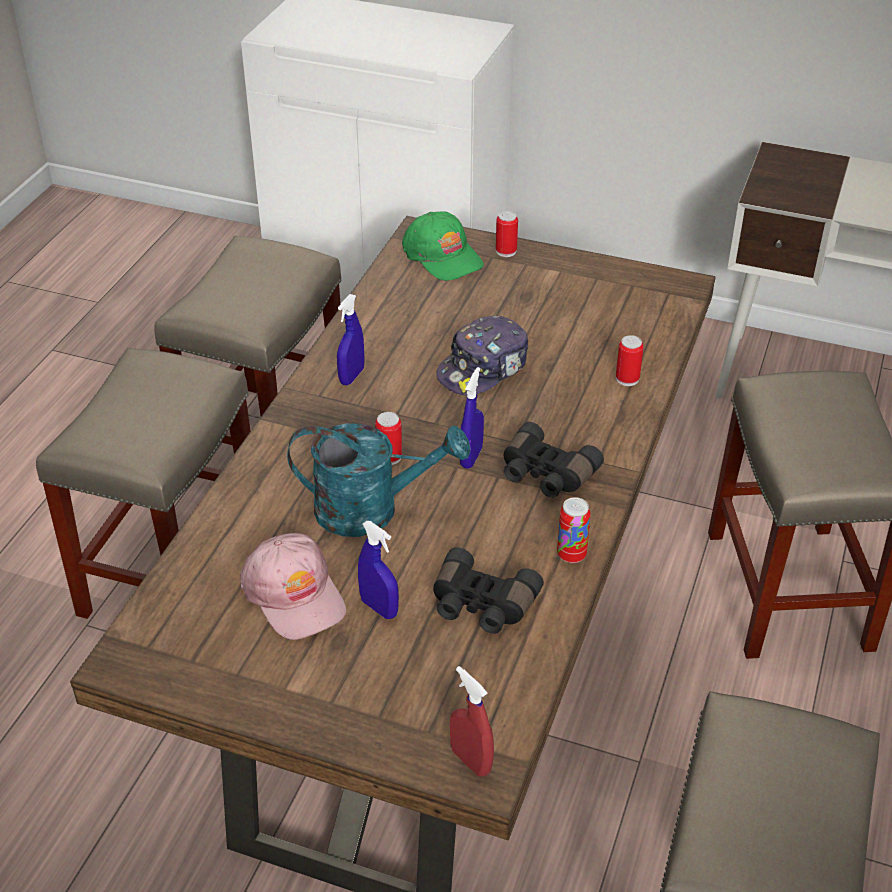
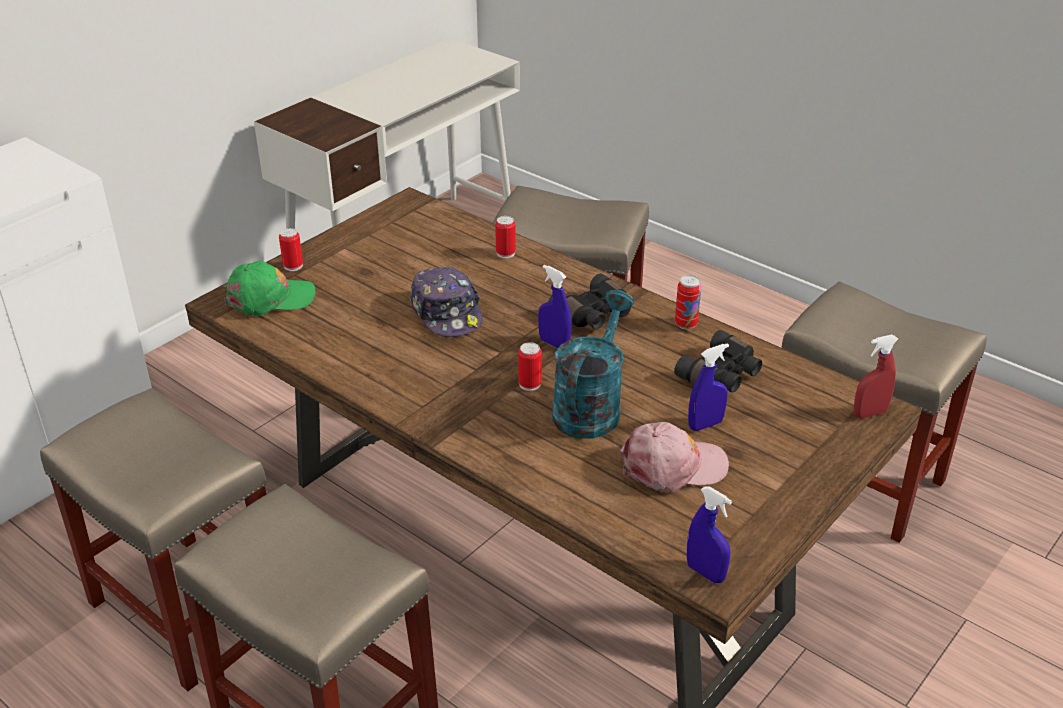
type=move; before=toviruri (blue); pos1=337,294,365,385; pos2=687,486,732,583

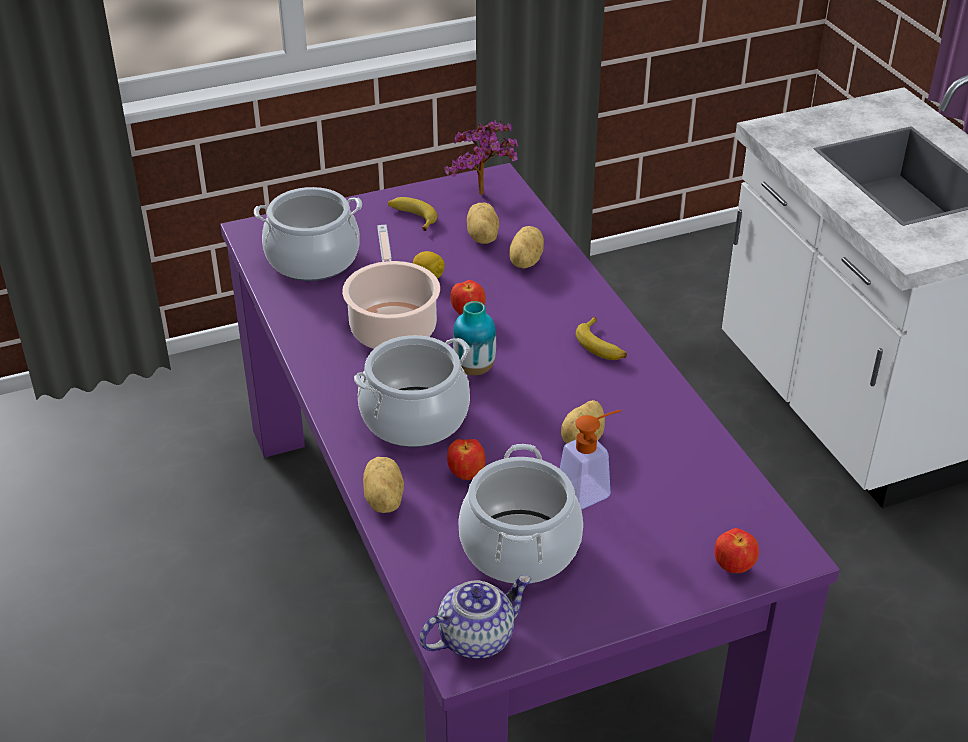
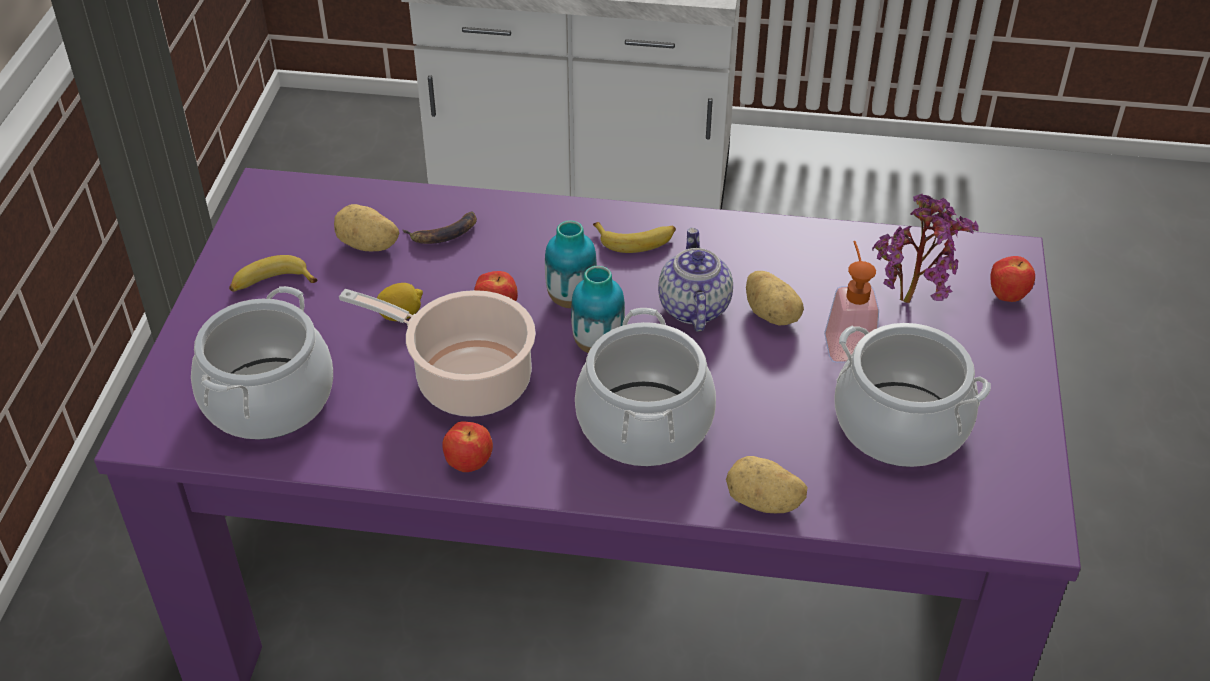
type=insert; after=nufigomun; pos2=545,221,597,308
type=move; before=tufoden; pos1=419,575,532,659; pos2=658,228,733,332
type=move; before=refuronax; pos1=444,120,519,195; pos2=872,194,979,303
type=move; before=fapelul; pos1=447,439,486,480; pos2=442,422,493,472
type=replace; before=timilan; after=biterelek; pos1=509,226,544,269; pos2=402,211,477,244

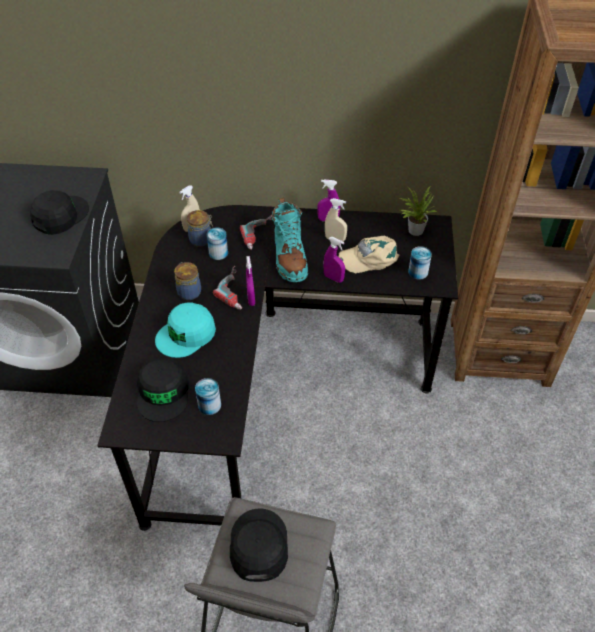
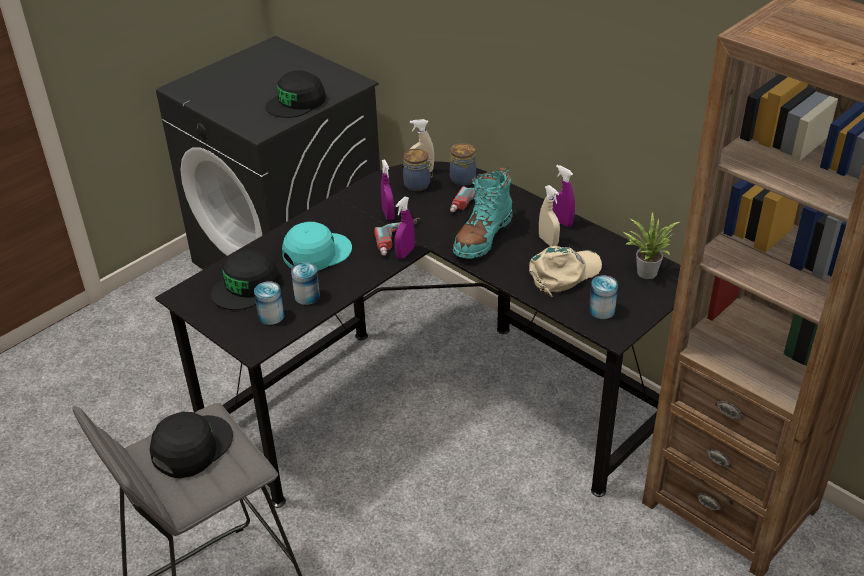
type=move; before=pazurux; pos1=174,262,201,300; pos2=450,143,476,186
type=move; before=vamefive; pos1=207,227,228,260; pos2=291,262,320,305
type=move; before=toviruri (purple); pos1=323,237,345,283; pos2=381,159,395,220
type=rotate; before=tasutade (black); pos1=30,190,89,235; pos2=265,70,326,118; turn=150
type=rotate; before=tasutade (turquoise); pos1=155,303,216,358; pos2=282,222,352,271; turn=150
type=rotate; before=tasutade (beige); pos1=338,236,399,273; pos2=529,246,602,297; turn=120

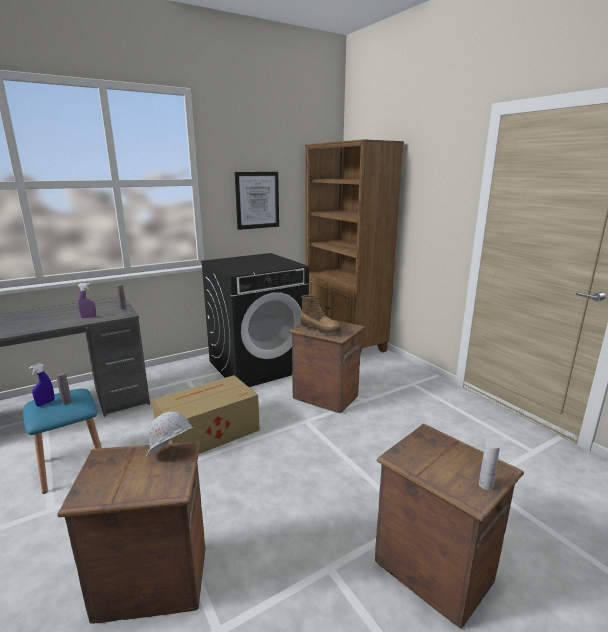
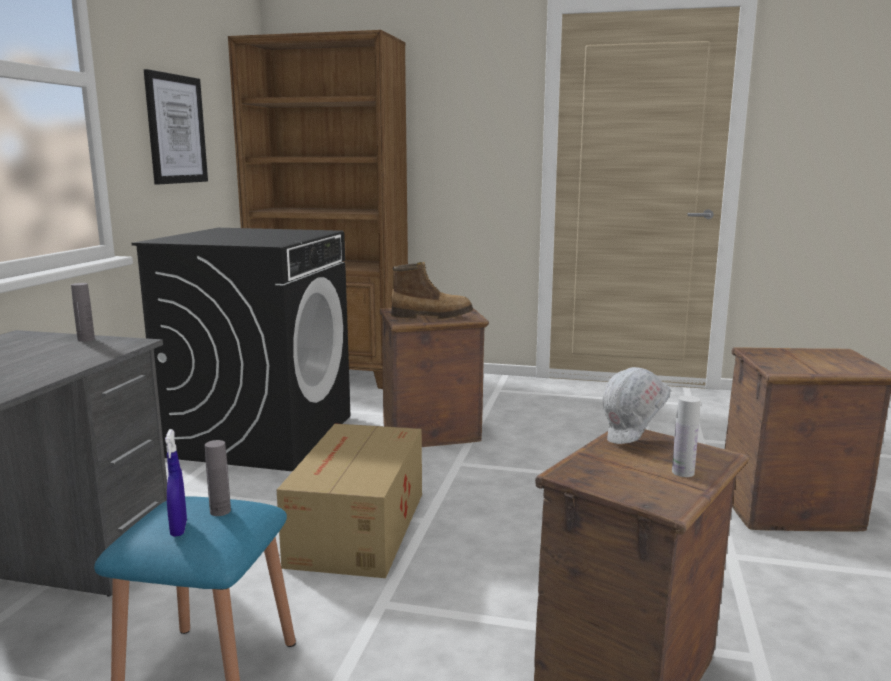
type=delete; before=toviruri (purple); pos1=77,283,96,318
type=move; before=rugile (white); pos1=479,440,500,490; pos2=672,395,701,477

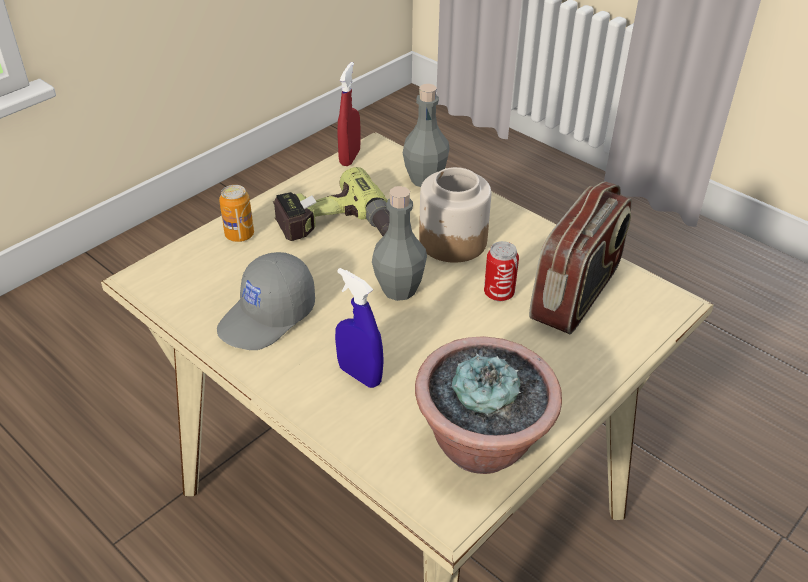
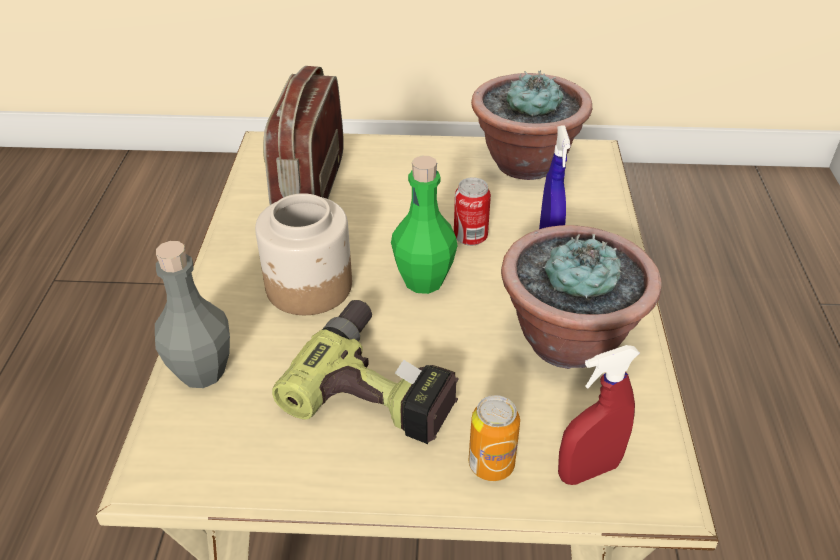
type=move; before=toviruri (red); pos1=337,62,361,166; pos2=558,345,640,485
type=move; before=vamefive; pos1=484,241,519,301; pos2=454,177,491,246
type=replace; before=tasutade (grey); after=refuronax; pos1=217,252,315,350; pos2=501,225,661,369
type=recolor; before=rugile (grey); after=rugile (green); pos1=372,186,427,301; pos2=391,156,457,294
type=rotate; before=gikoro; pos1=529,181,632,334; pos2=263,66,344,205; turn=-75

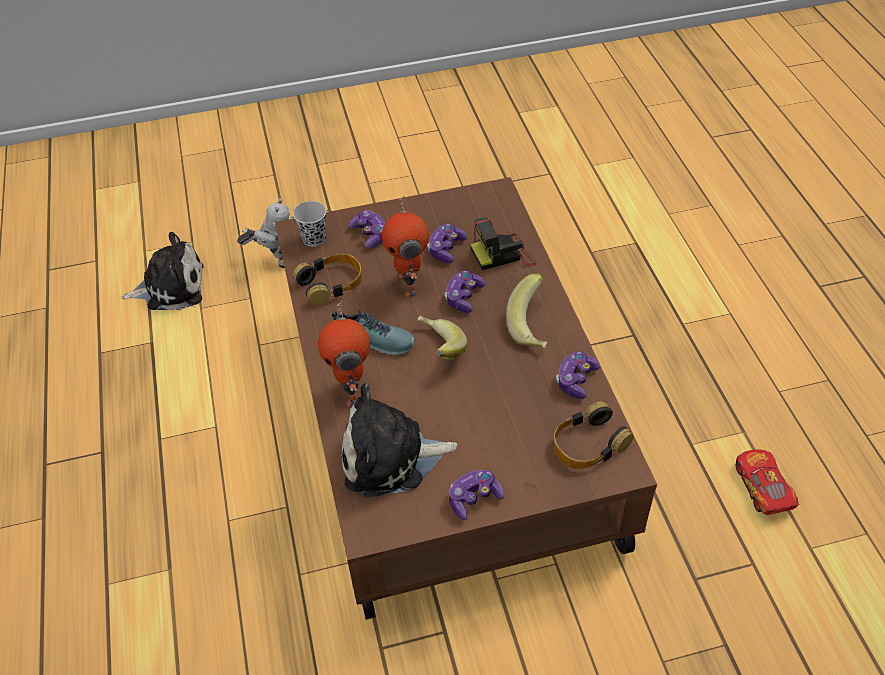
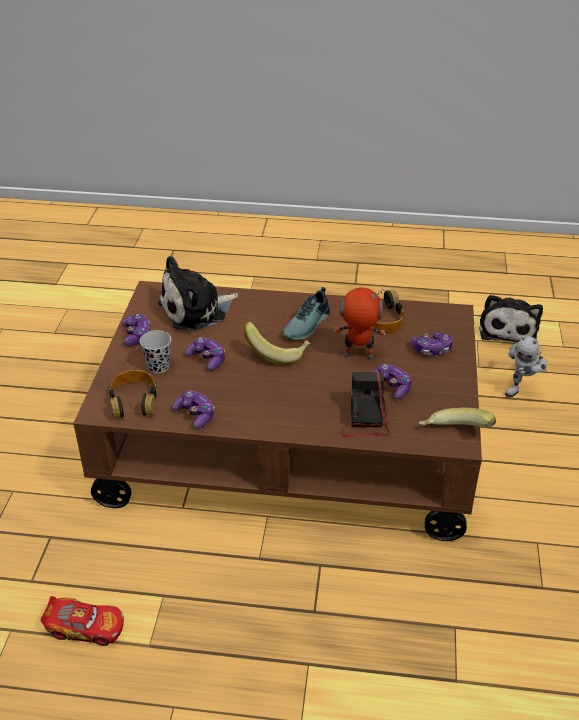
type=delete; before=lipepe; pos1=318,301,370,407
type=move; before=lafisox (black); pos1=293,201,326,247; pos2=140,330,171,374
type=move; before=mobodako; pos1=444,270,485,313; pos2=185,337,225,371
type=move; before=biterelek; pos1=506,274,547,349; pos2=419,408,496,427
type=rotate; before=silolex; pos1=342,383,457,497; pos2=158,256,238,331; turn=-135

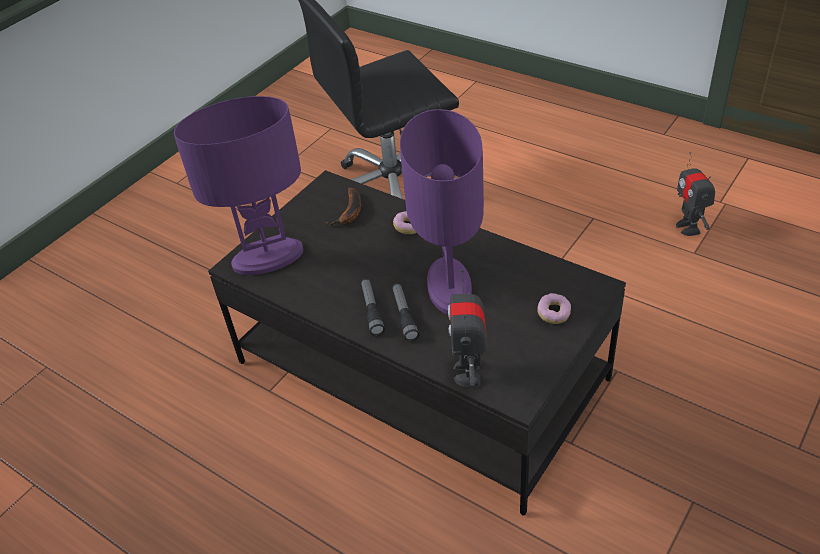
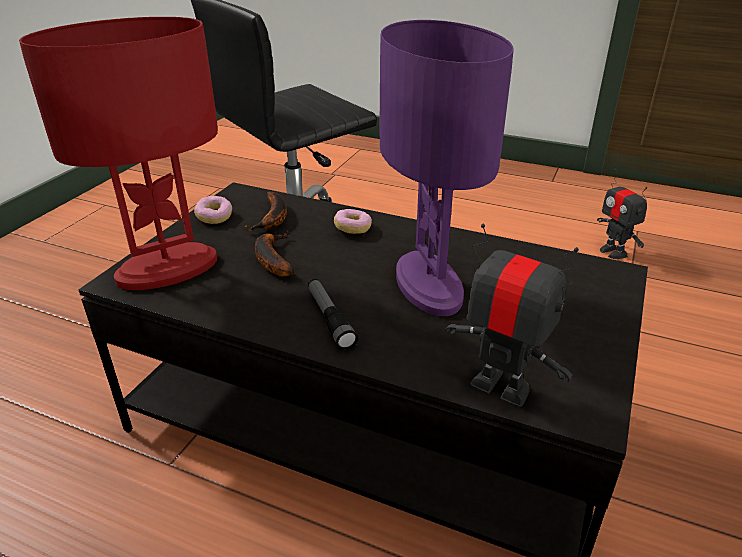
type=delete; before=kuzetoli; pos1=392,283,419,342
type=insert; after=biterelek; pos2=255,231,294,276
type=move; before=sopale; pos1=537,293,571,324; pos2=194,196,232,224
type=recolor; before=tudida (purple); after=tudida (red); pos1=174,96,303,275; pos2=19,17,218,290
type=rotate; before=lipepe; pos1=448,270,488,387; pos2=445,224,579,406; turn=135

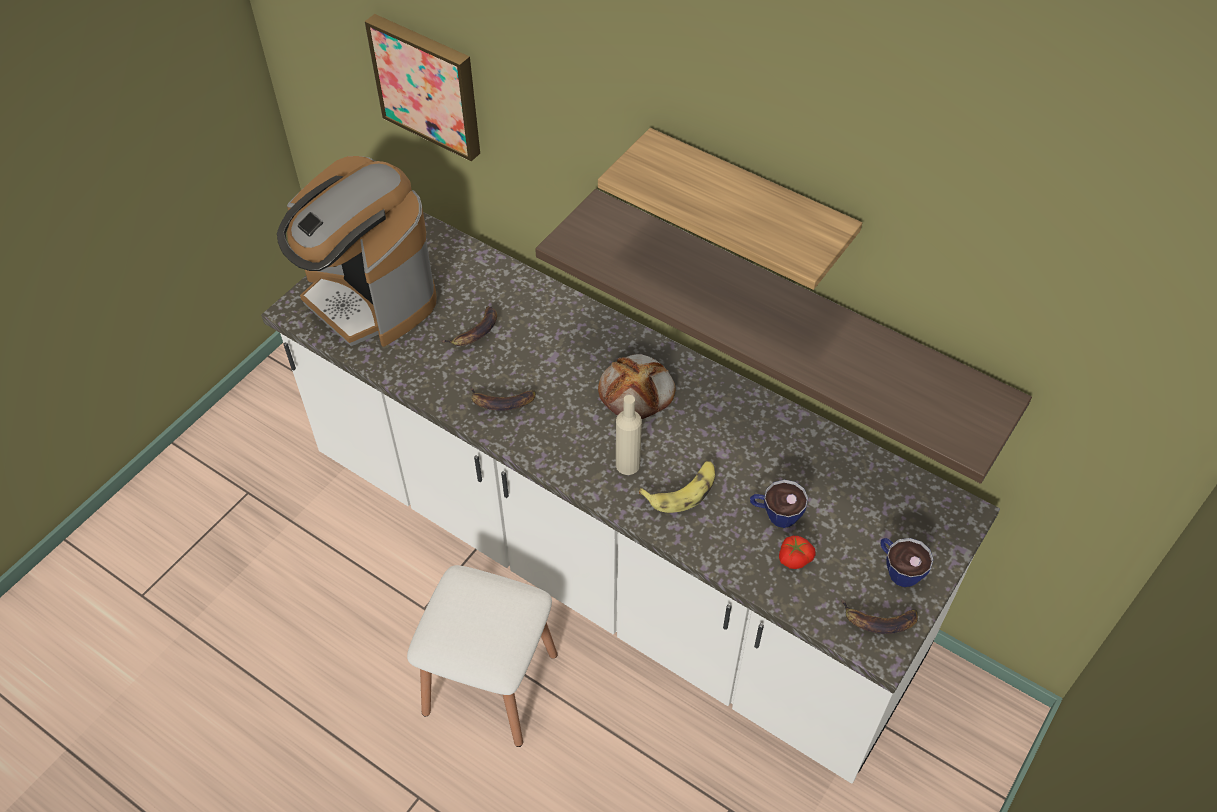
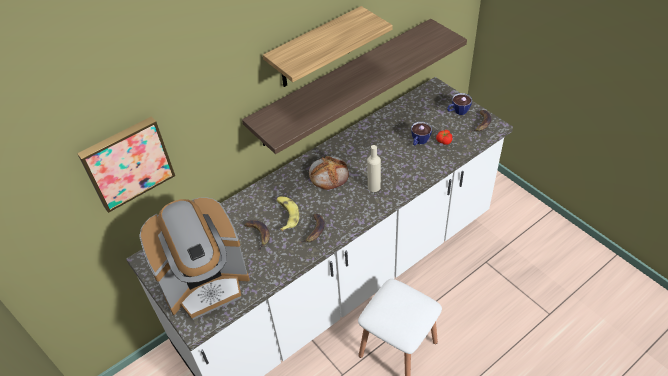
type=move; before=biterelek; pos1=639,461,715,513; pos2=276,197,299,231

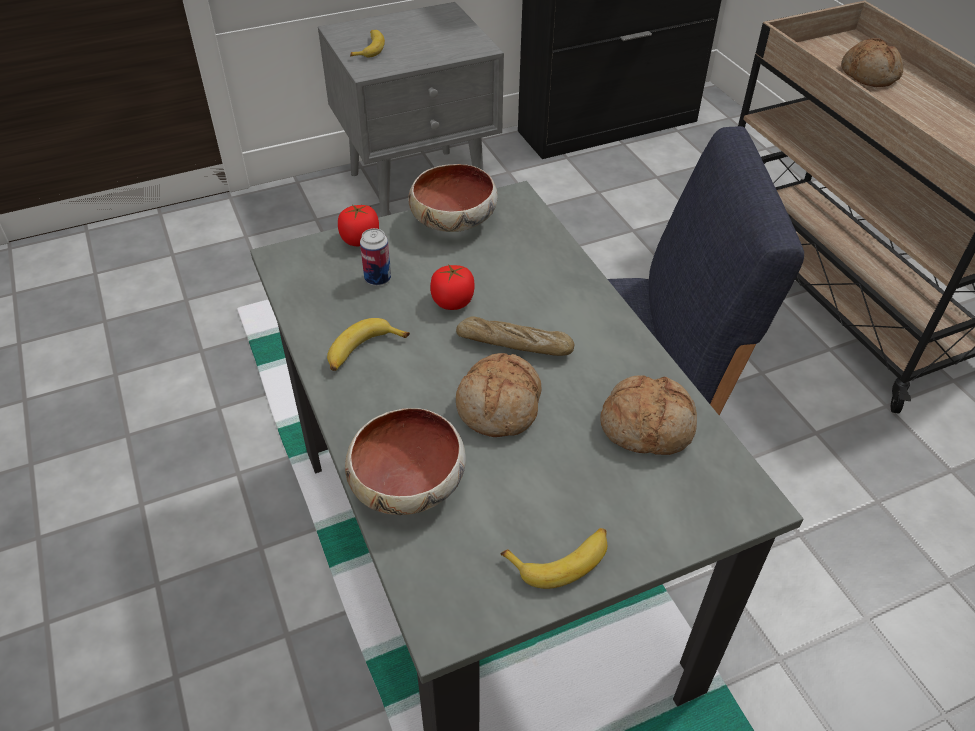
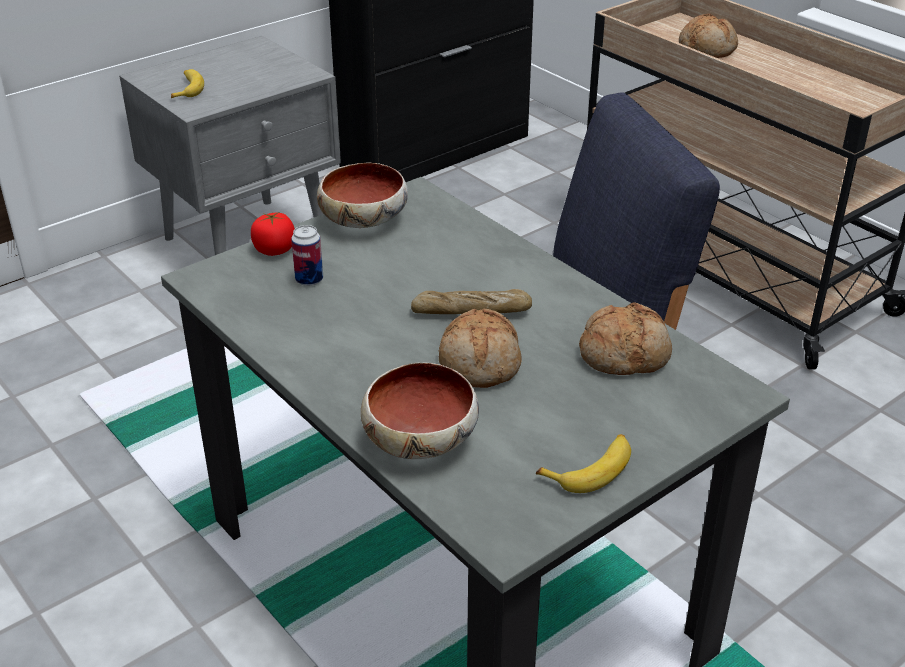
type=delete; before=biterelek; pos1=327,318,410,371
type=delete; before=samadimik; pos1=430,264,475,310

